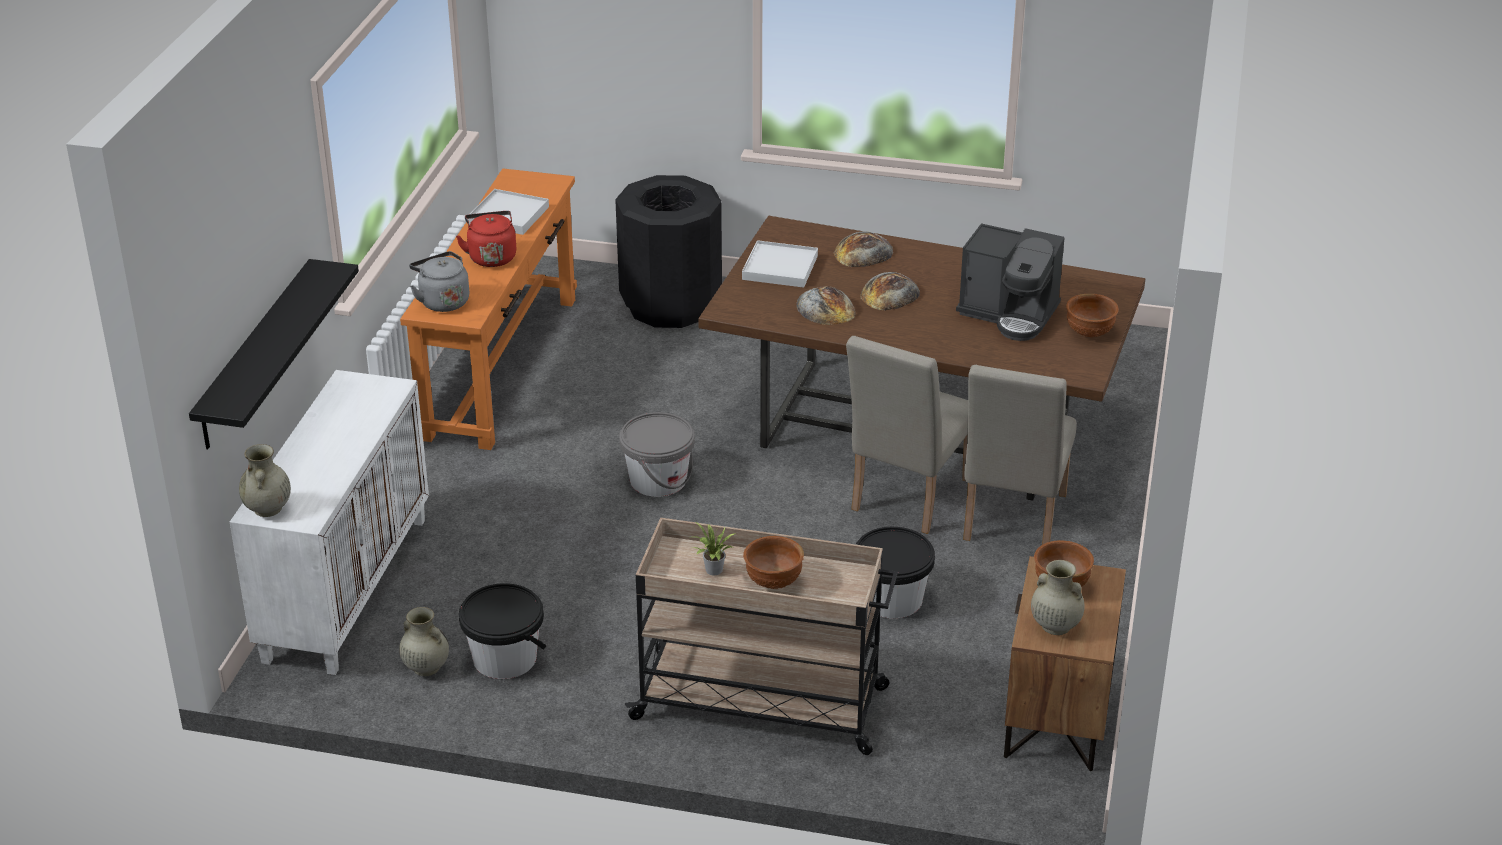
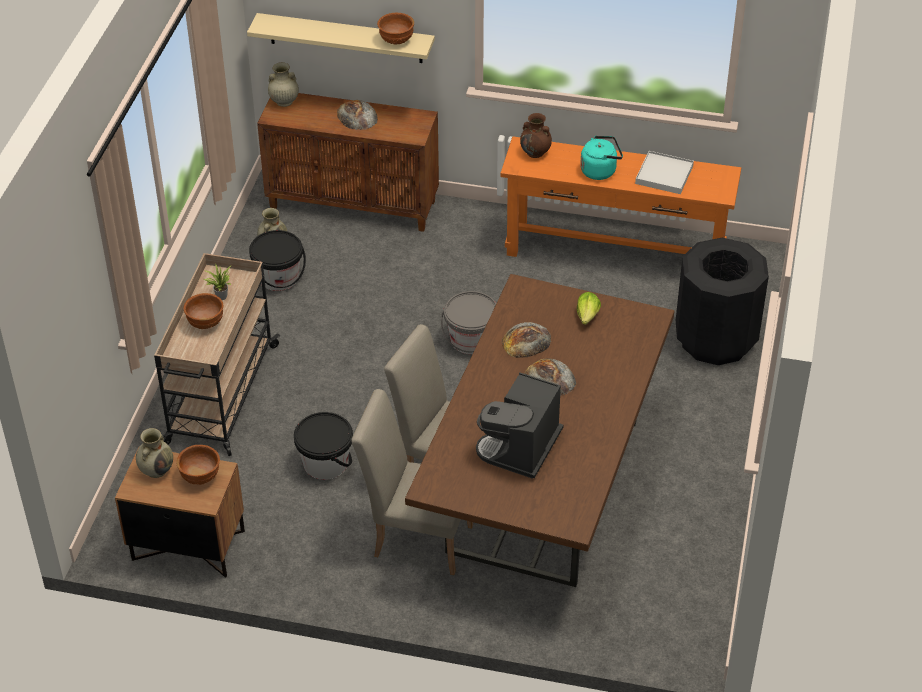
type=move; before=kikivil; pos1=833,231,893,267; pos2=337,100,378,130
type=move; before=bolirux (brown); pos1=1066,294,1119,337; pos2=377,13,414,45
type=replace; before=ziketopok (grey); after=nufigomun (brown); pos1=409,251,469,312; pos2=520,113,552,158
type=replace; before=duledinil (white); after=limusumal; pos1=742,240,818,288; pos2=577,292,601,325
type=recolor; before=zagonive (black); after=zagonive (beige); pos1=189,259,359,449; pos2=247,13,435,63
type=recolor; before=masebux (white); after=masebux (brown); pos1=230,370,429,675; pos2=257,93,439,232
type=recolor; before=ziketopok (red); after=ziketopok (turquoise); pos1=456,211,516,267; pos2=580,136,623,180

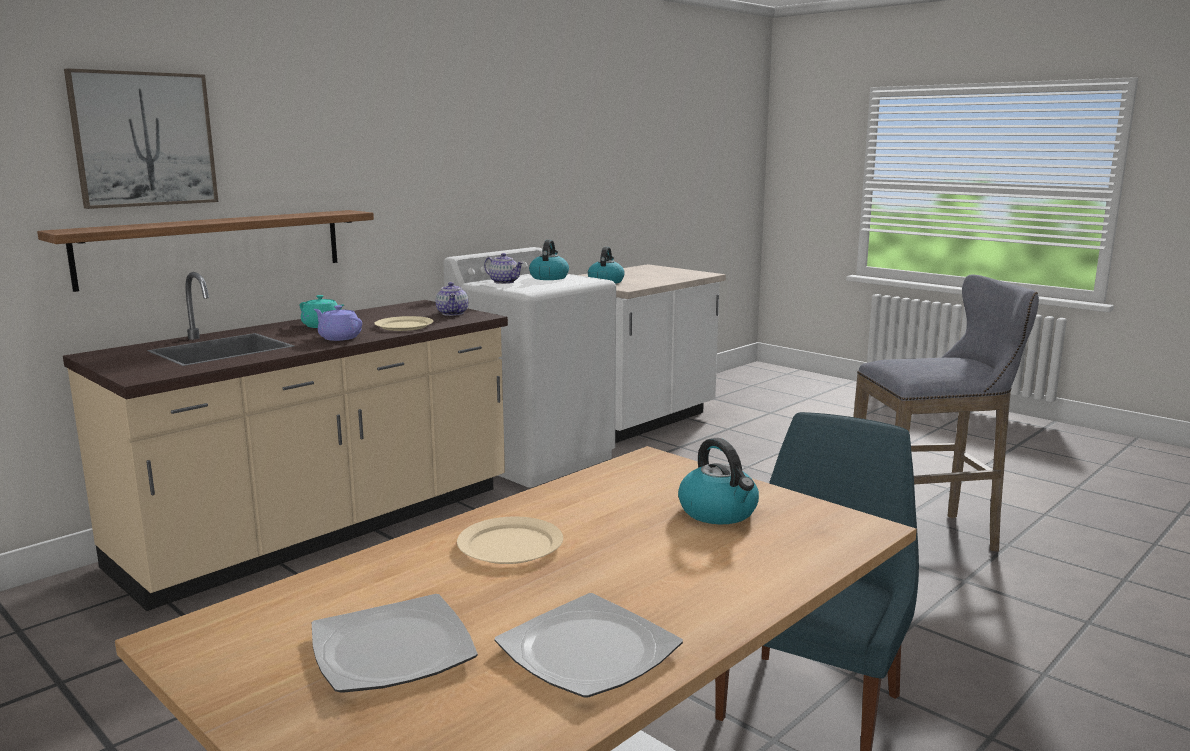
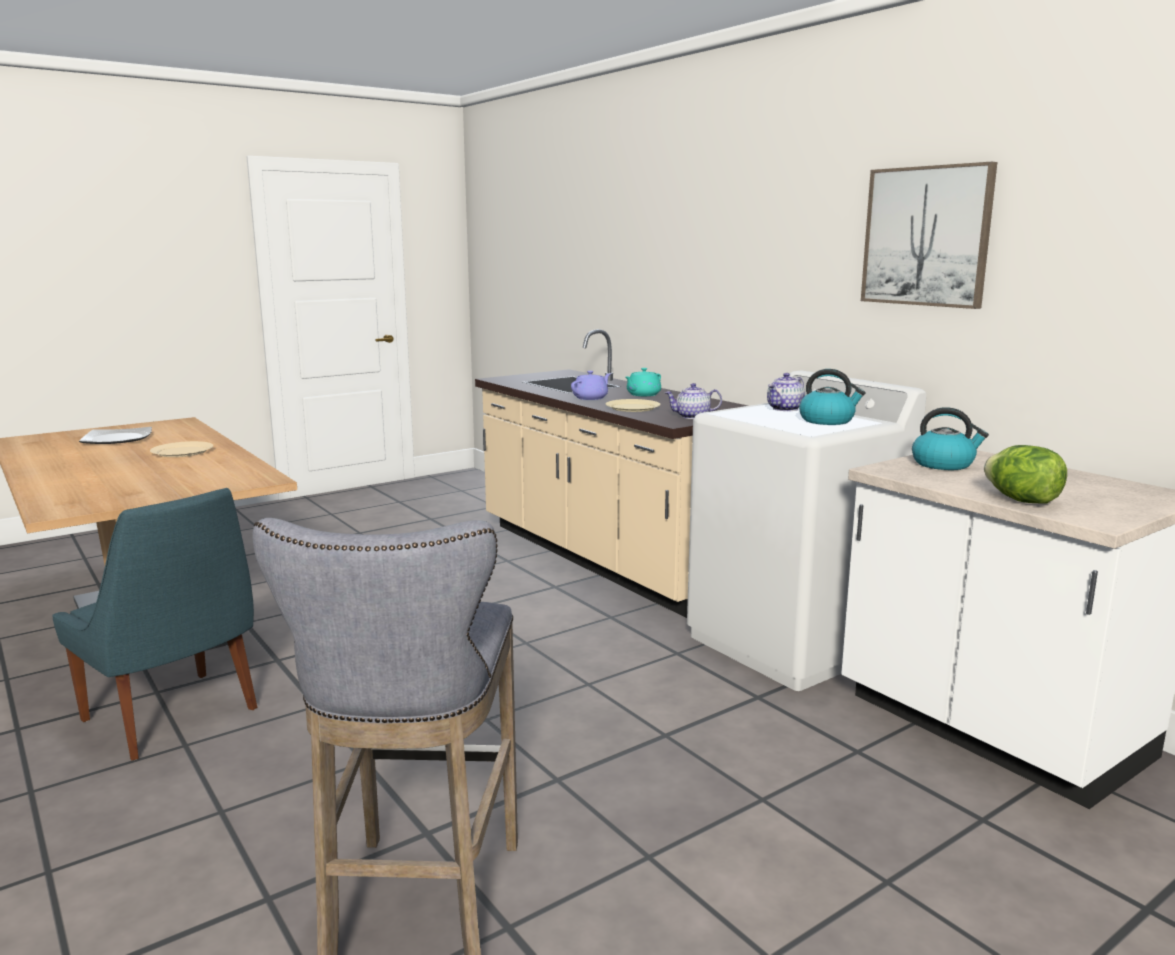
type=delete; before=zagonive; pos1=37,210,374,292
type=delete; before=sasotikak; pos1=495,593,683,697
type=delete; before=ziketopok; pos1=678,438,759,524
type=insert; after=limusumal; pos2=984,445,1067,503
type=move; before=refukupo; pos1=64,68,218,209; pos2=861,162,997,309

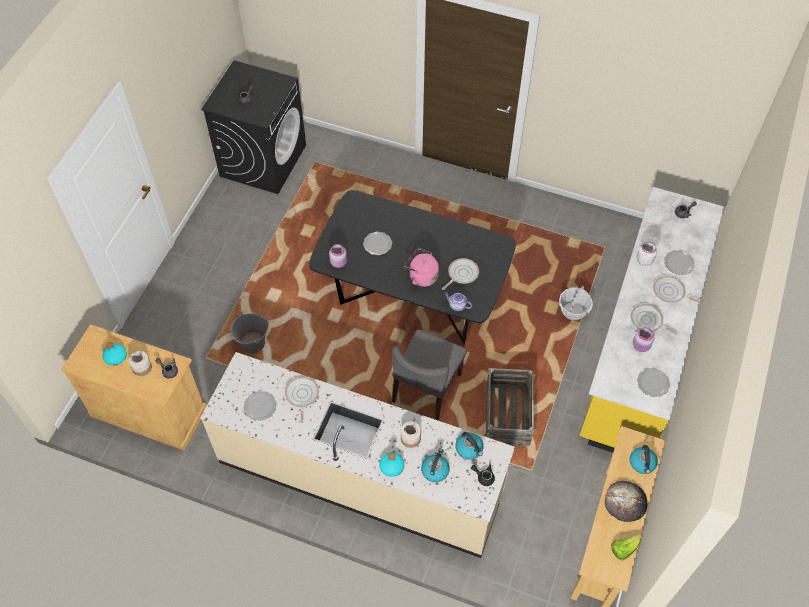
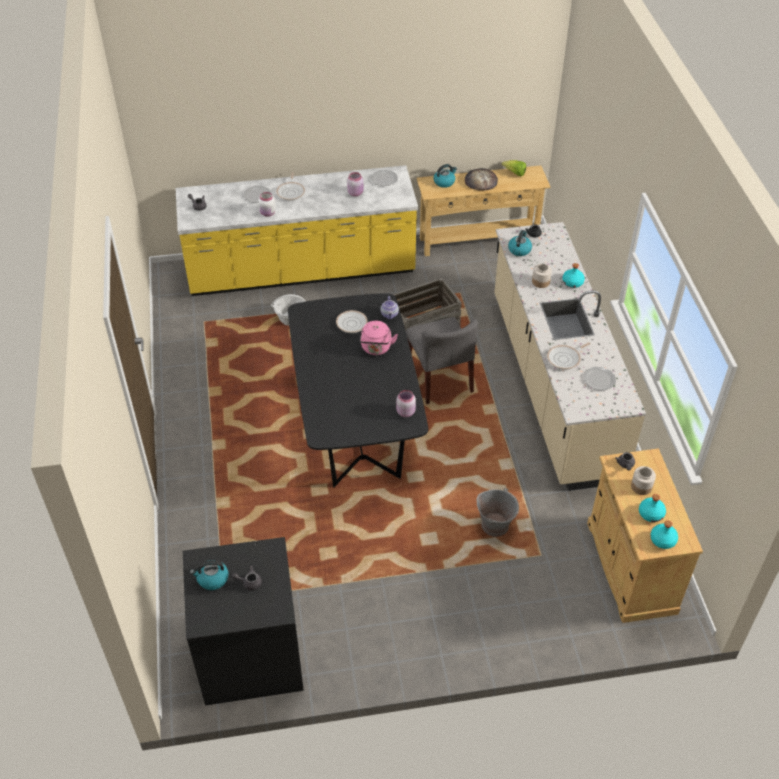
type=delete; before=sasotikak; pos1=363,232,392,255
type=delete; before=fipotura; pos1=631,304,678,335
type=insert; after=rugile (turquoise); pos2=650,521,678,549
type=move; before=ziketopok; pos1=421,448,450,482; pos2=190,560,228,590
type=rotate; before=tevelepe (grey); pos1=392,330,467,421; pos2=406,317,478,404; turn=75

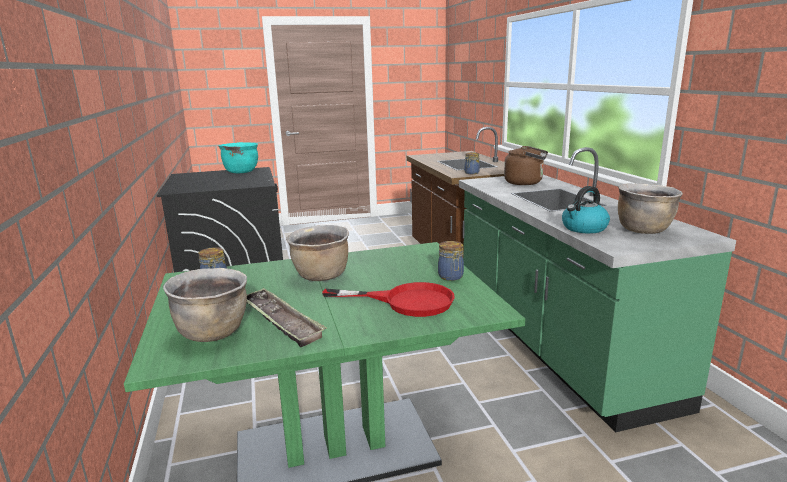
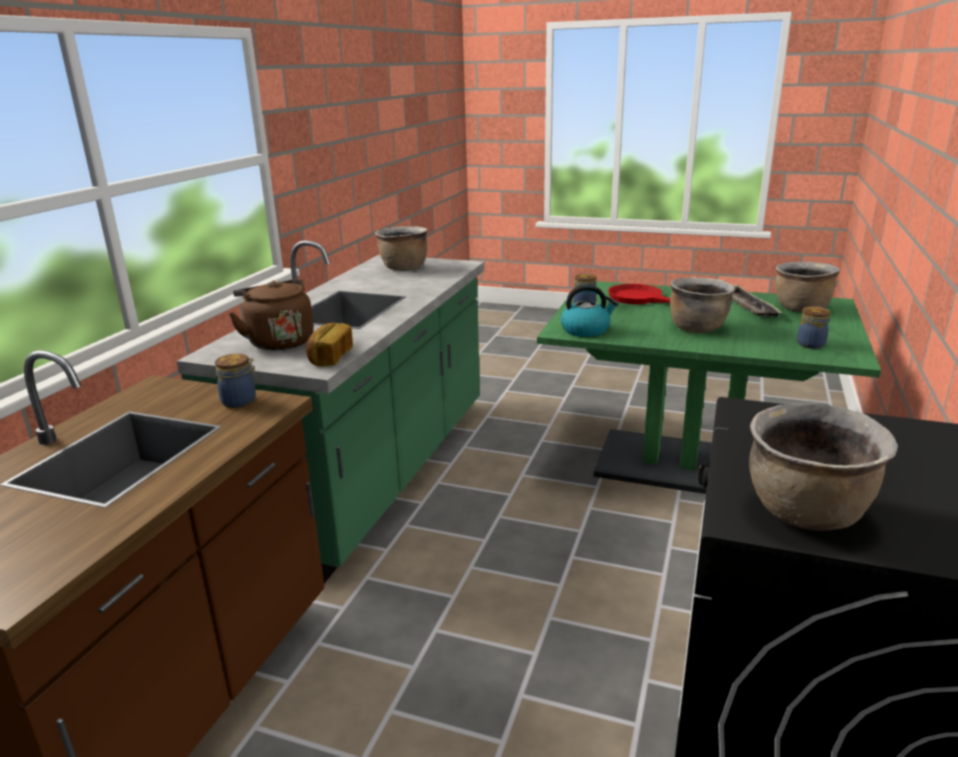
type=insert; after=kikivil; pos2=306,323,353,367
type=move; before=ziketopok; pos1=562,186,610,234; pos2=561,285,618,337
type=recolor; before=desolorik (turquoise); after=desolorik (brown); pos1=218,142,258,173; pos2=749,403,898,531

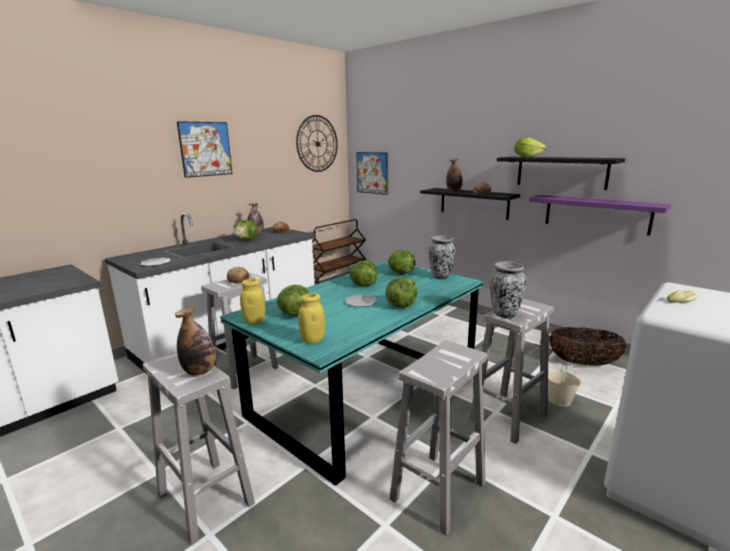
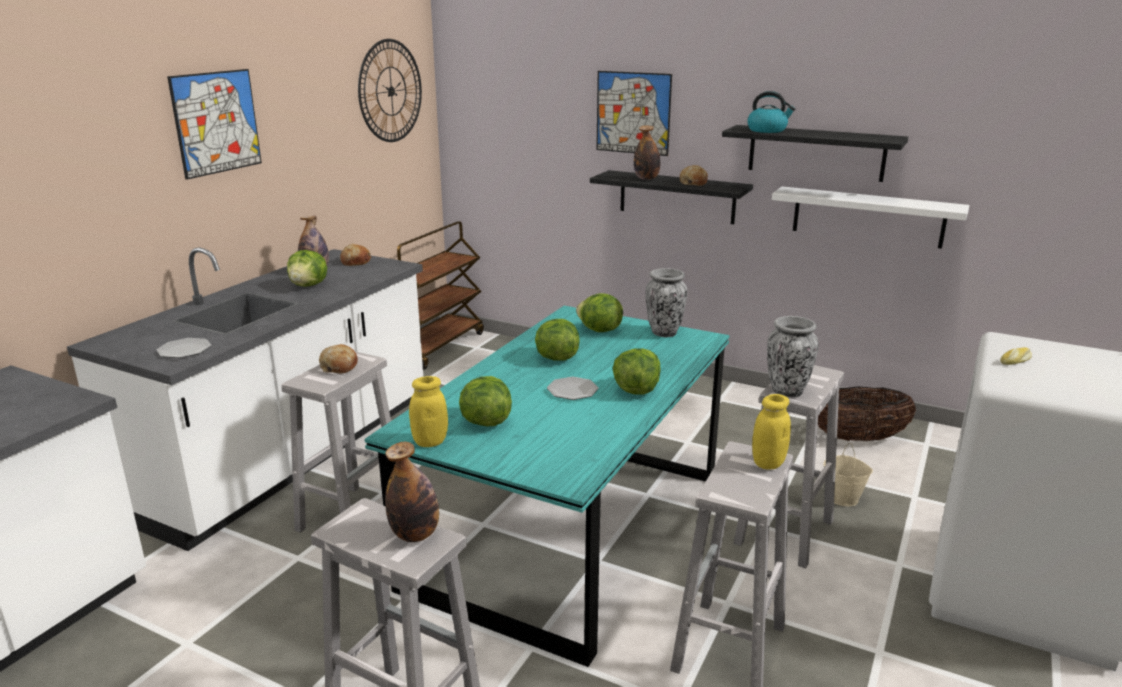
type=move; before=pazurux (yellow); pos1=298,293,325,344; pos2=752,394,791,470
type=move; before=refukupo; pos1=357,152,388,195; pos2=596,71,672,156
type=replace; before=limusumal; after=ziketopok; pos1=514,137,546,158; pos2=747,91,796,133
type=recolor; before=zagonive (purple); after=zagonive (white); pos1=529,195,671,236; pos2=772,186,969,249

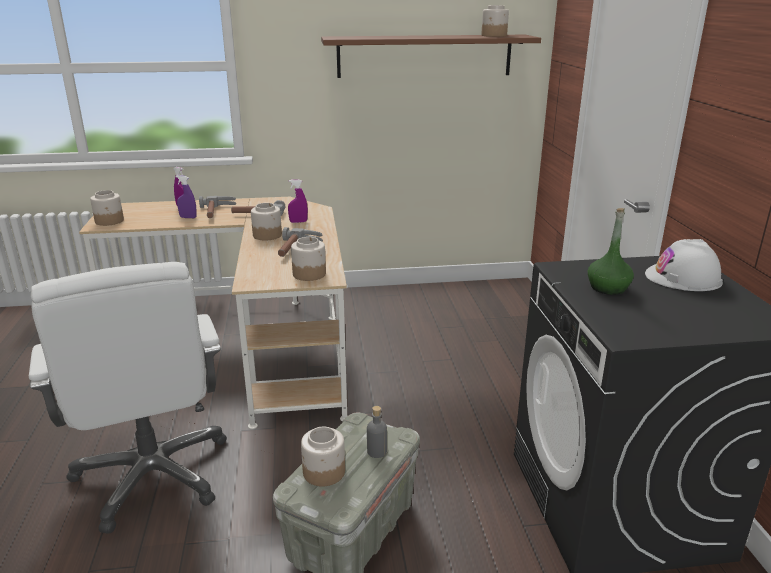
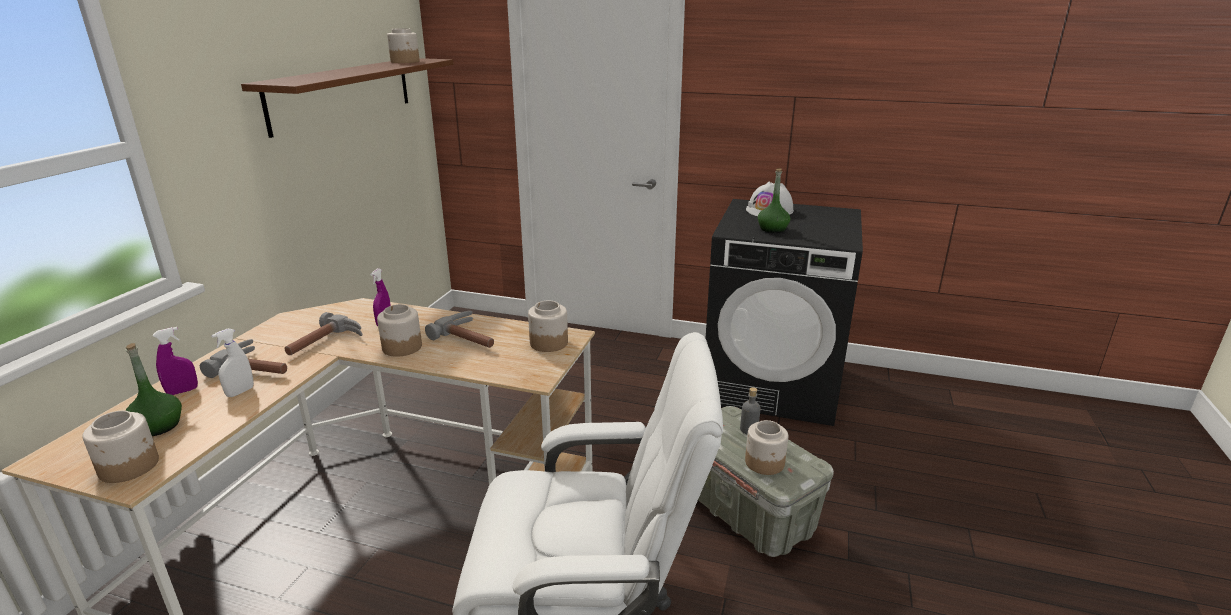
type=insert; after=rugile (green); pos2=125,343,182,436
type=recolor; before=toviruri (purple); after=toviruri (white); pos1=176,175,197,218; pos2=211,328,254,397

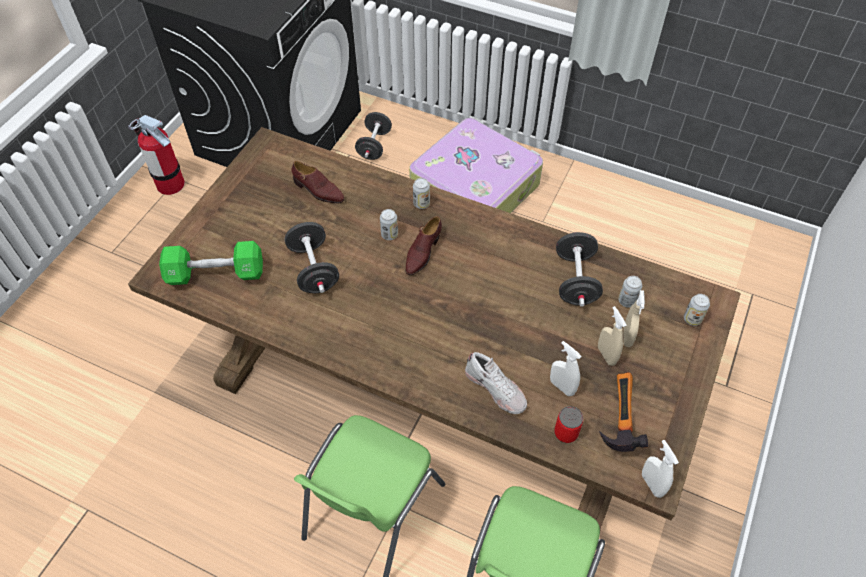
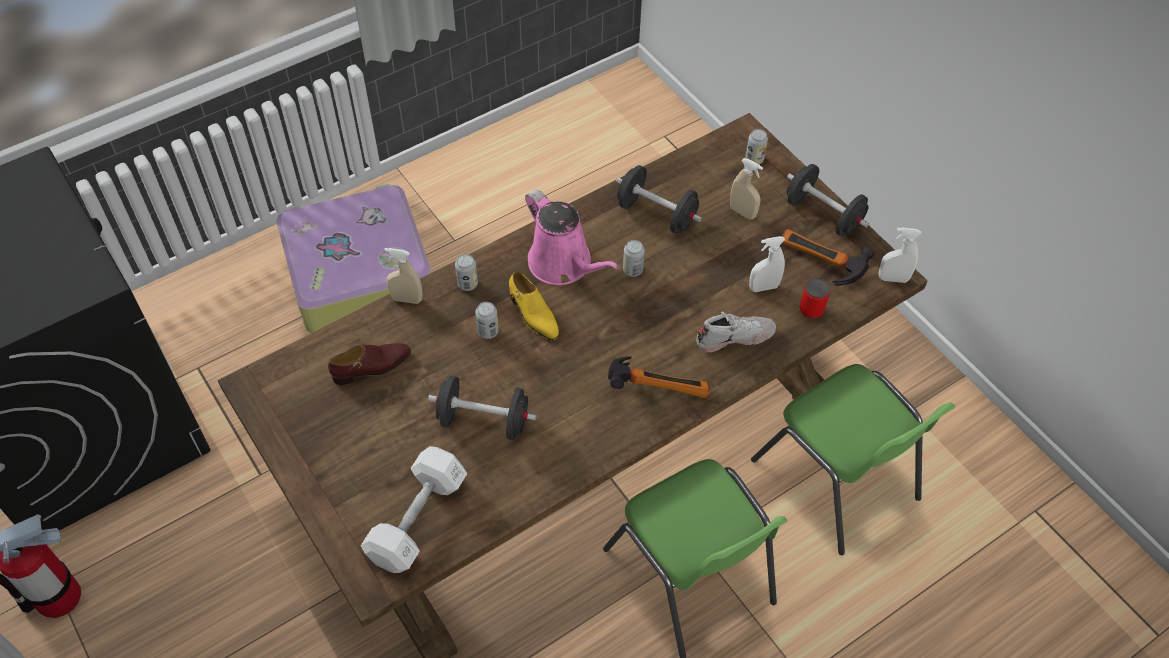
type=insert; after=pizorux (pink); pos2=525,189,619,285
type=insert; after=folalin; pos2=608,356,710,398
type=move; before=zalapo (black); pos1=355,112,392,160; pos2=787,164,869,237
type=move; before=toviruri (beige); pos1=598,306,627,366; pos2=384,248,422,304
type=move; before=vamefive; pos1=618,276,642,308; pos2=623,240,645,277
type=recolor; before=zalapo (green); after=zalapo (white); pos1=159,241,263,285; pos2=361,446,467,573
type=recolor; before=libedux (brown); after=libedux (yellow); pos1=406,216,442,275; pos2=509,271,559,340

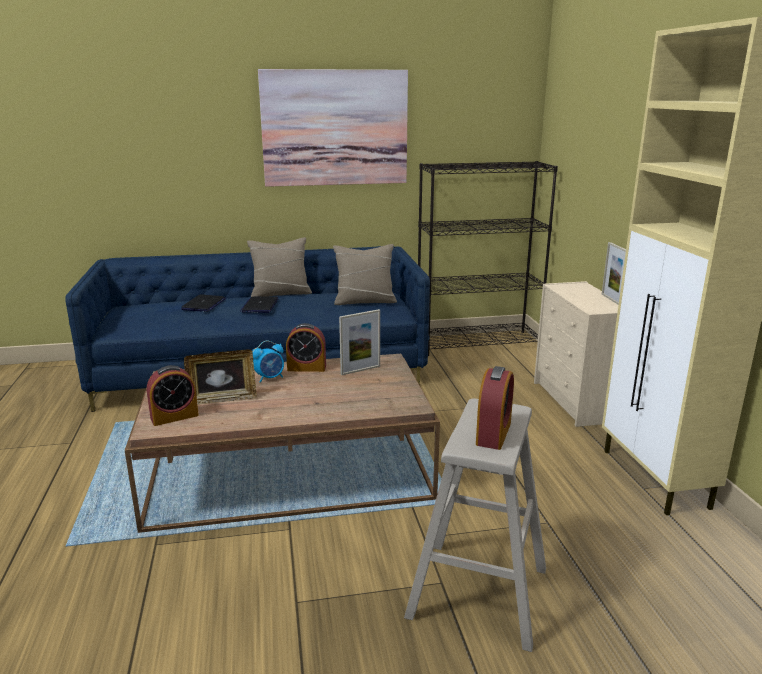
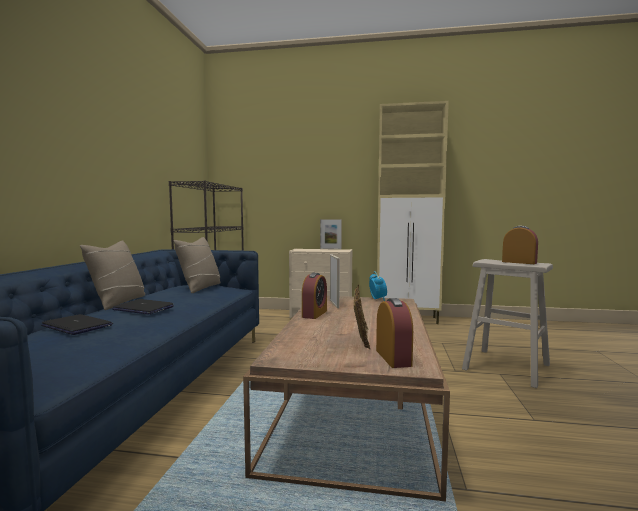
type=delete; before=refukupo; pos1=258,69,408,187
type=move; before=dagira; pos1=252,341,284,383; pos2=369,271,387,301

